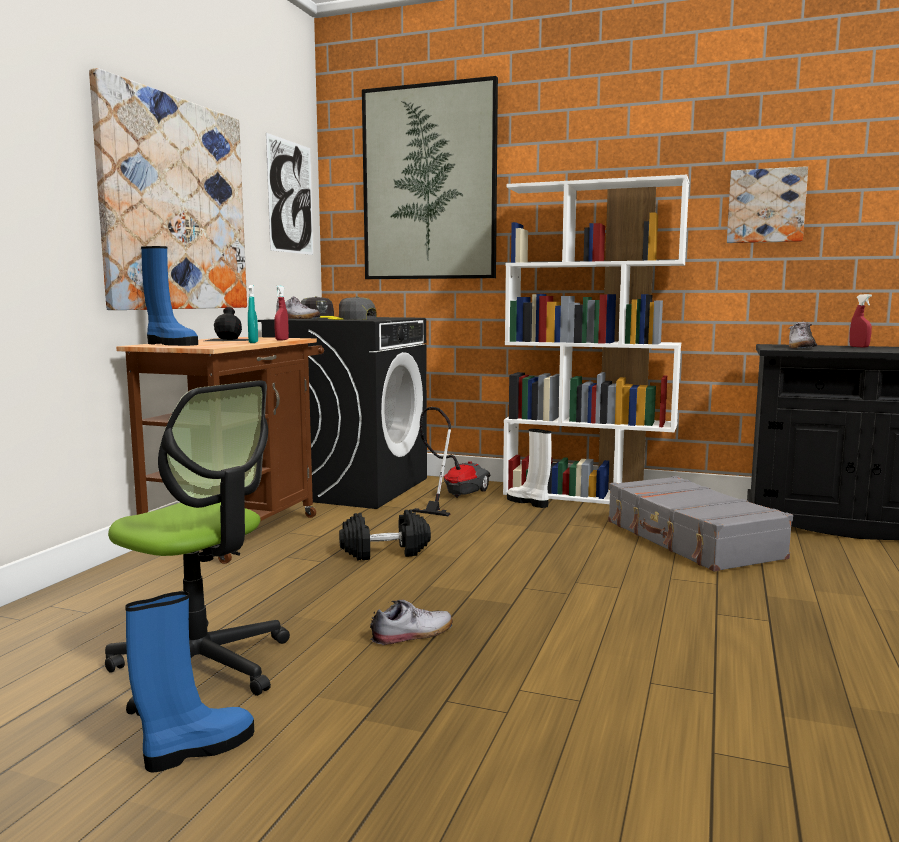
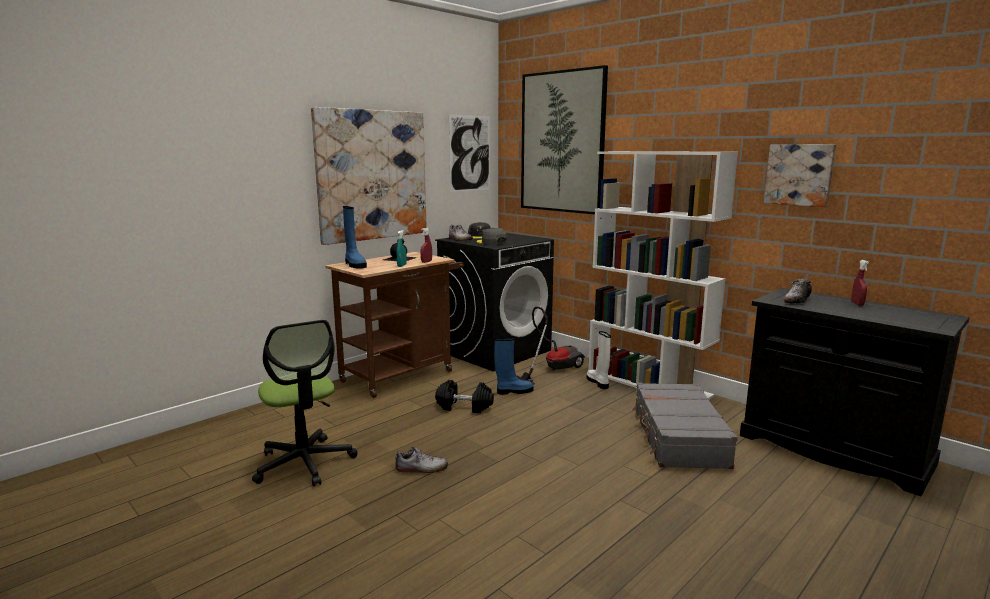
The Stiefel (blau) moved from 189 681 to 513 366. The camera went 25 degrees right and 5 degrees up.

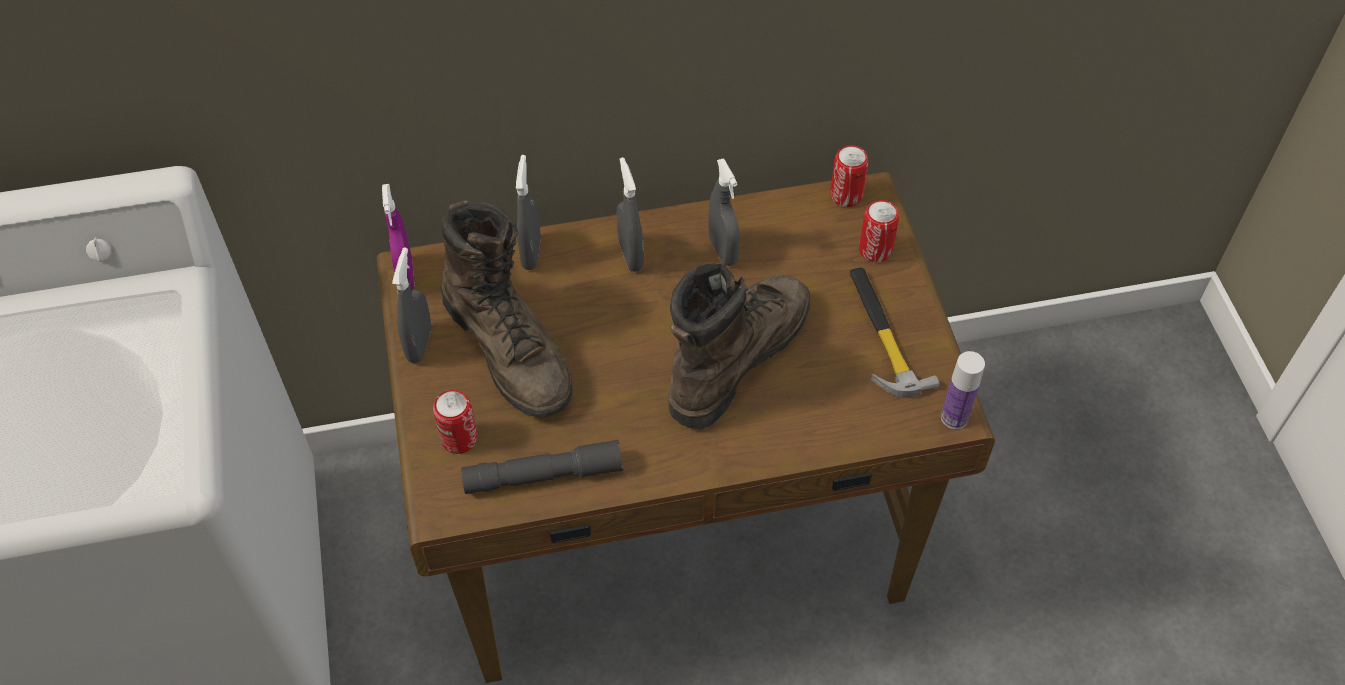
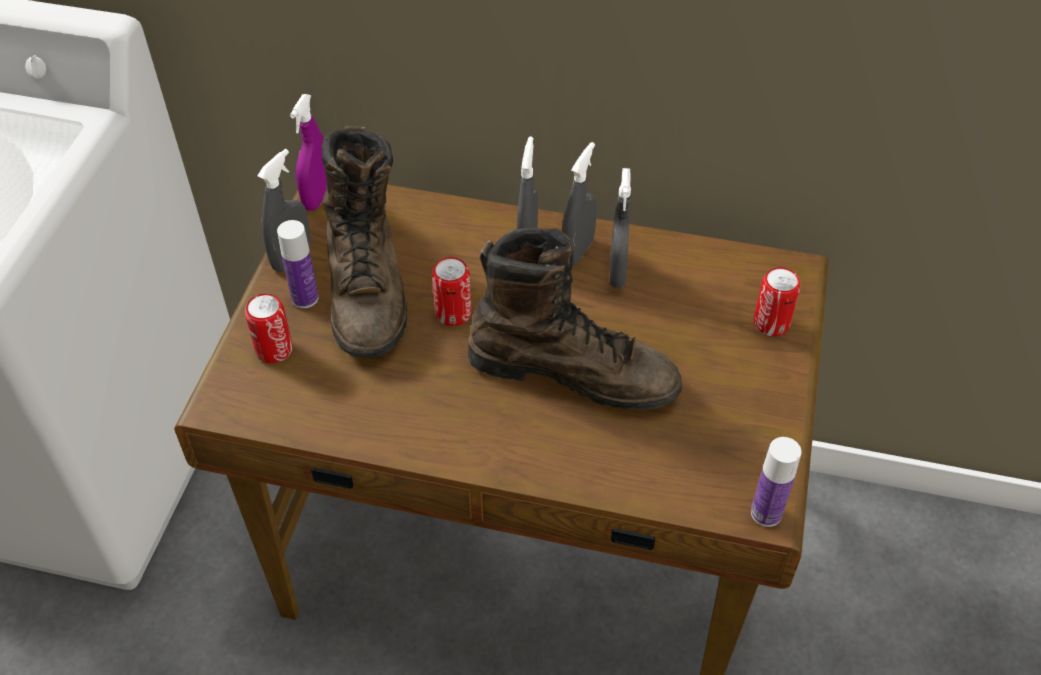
The Dose moved from 849 176 to 451 291. The Sprühflasche (grau) moved from 528 212 to 579 204. The Stiefel (braun) at 739 346 turned 45 degrees clockwise. The Hammer at 894 332 disappeared. The Taschenlampe (grau) at 542 466 disappeared. The Flasche at 298 264 appeared. The camera went 25 degrees right and 5 degrees down.

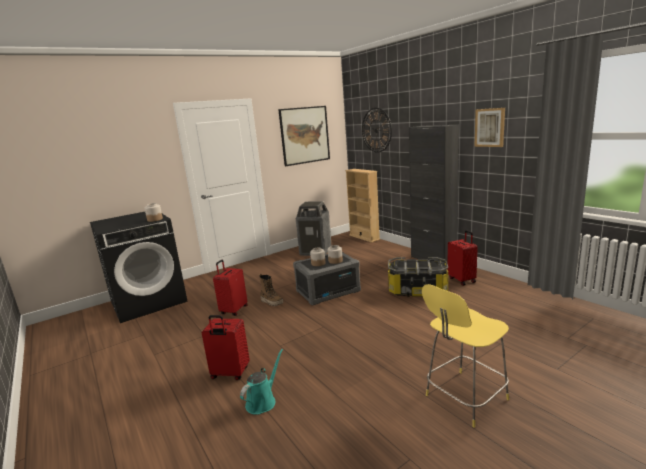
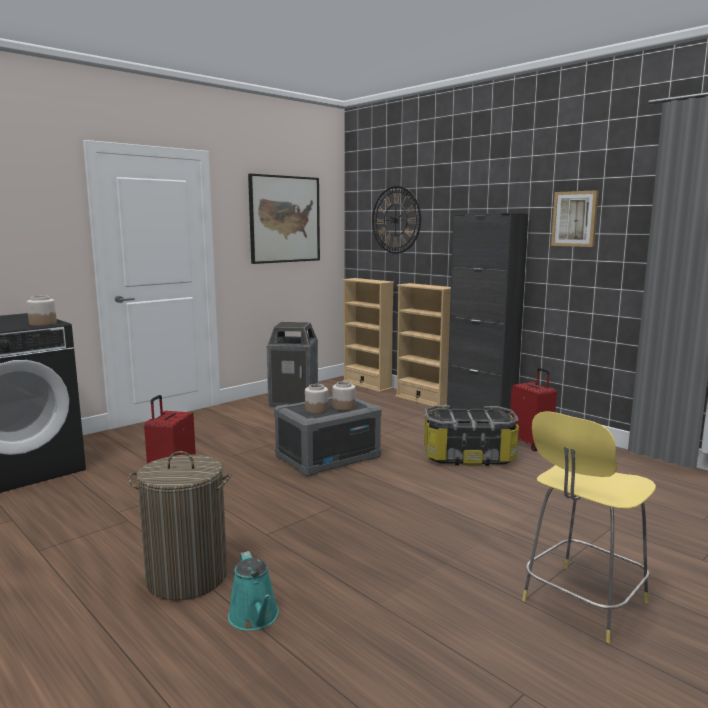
The Stiefel at 271 290 disappeared. The Koffer (rot) at 226 347 was replaced by the Wäschekorb at 180 525. The Gießkanne (türkis) at 261 382 turned 135 degrees clockwise. The Bücherregal (beige) at 423 346 appeared. The camera went 10 degrees left and 5 degrees down.

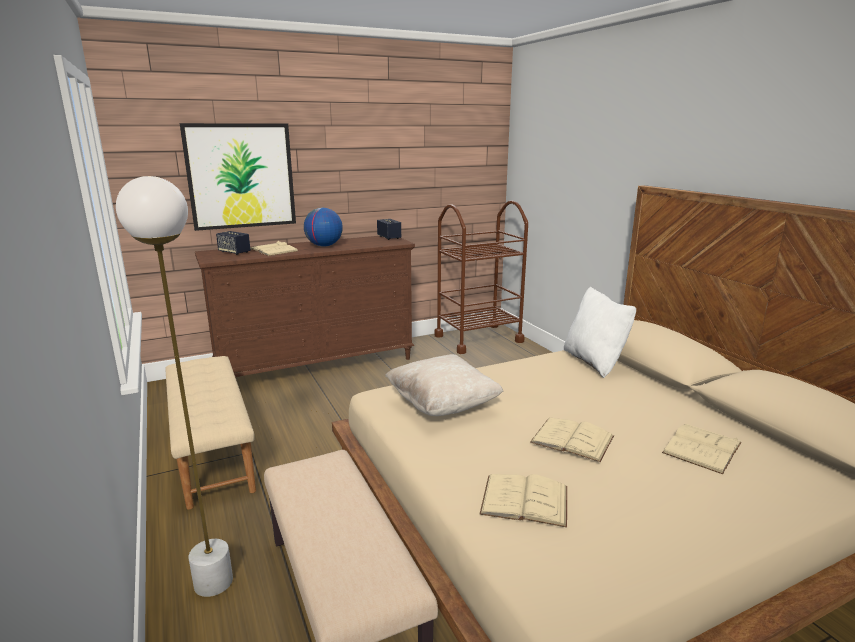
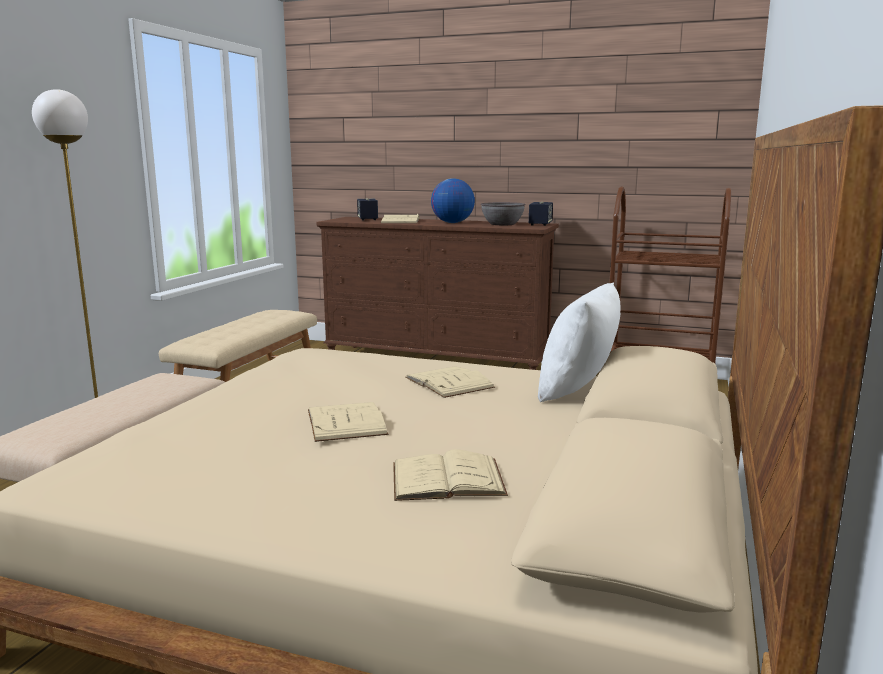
The Bild at 238 177 disappeared. The Kissen (beige) at 444 385 disappeared. The Buch (beige) moved from 523 501 to 450 382. The Schüssel (grau) at 503 213 appeared. The camera went 45 degrees right and 5 degrees down.

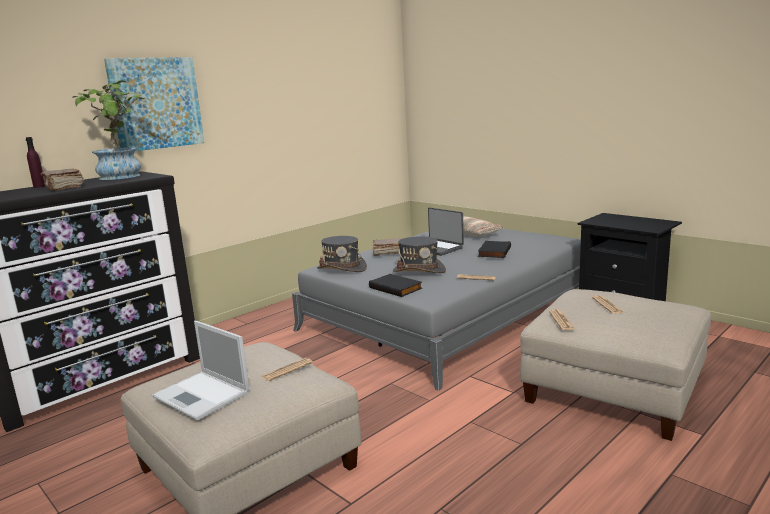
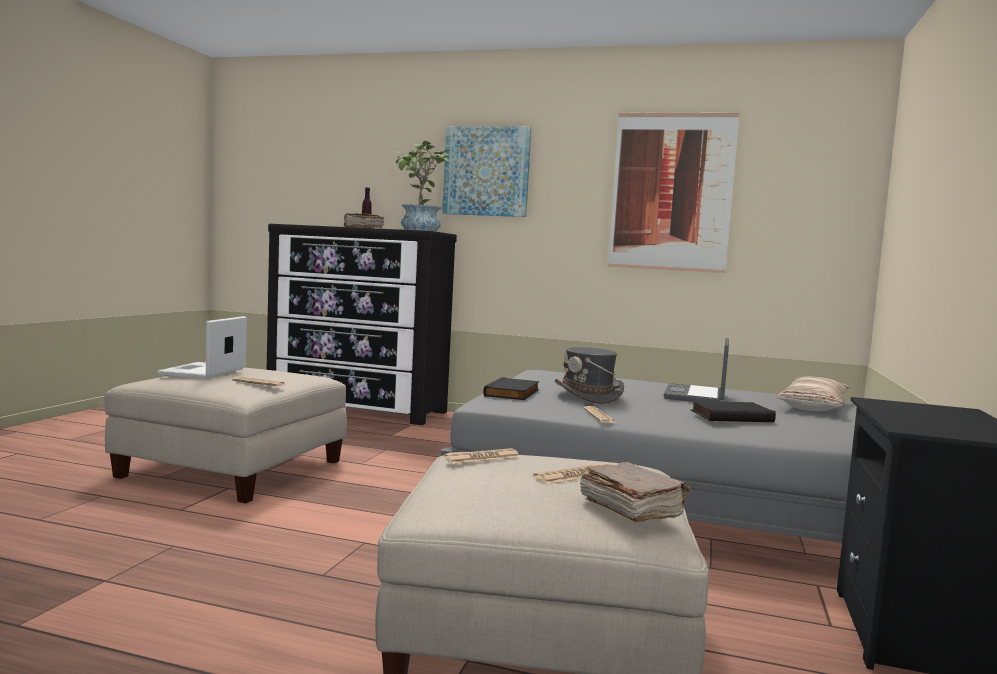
The Hut (grau) at 342 254 disappeared. The Buch (braun) moved from 386 247 to 635 492. The Bild at 673 192 appeared. The camera went 60 degrees right and 10 degrees down.

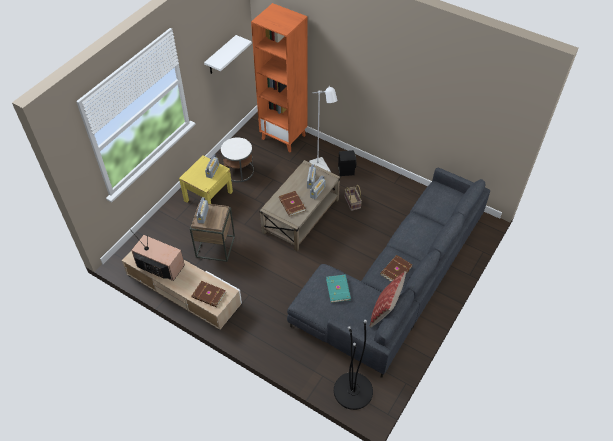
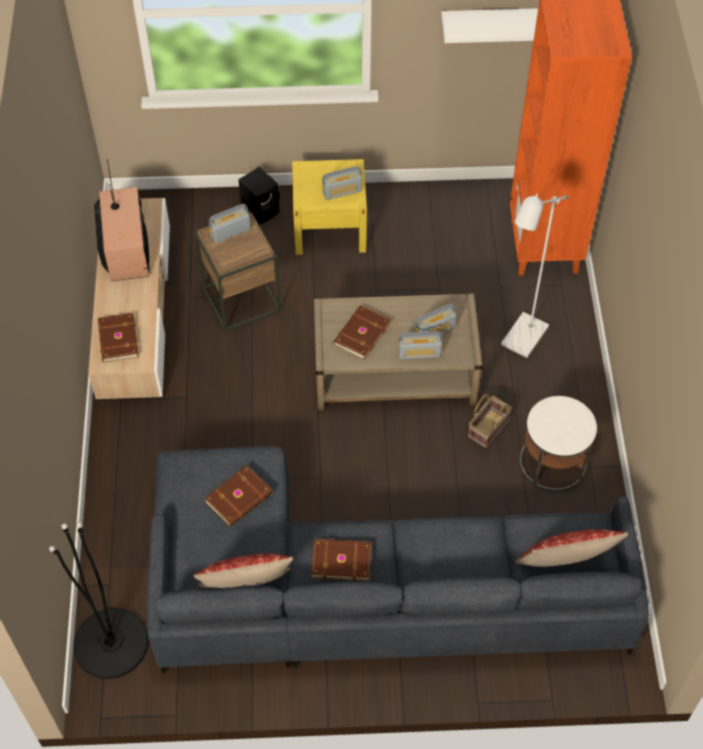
The Beistelltisch (weiß) moved from 237 159 to 558 444. The Lautsprecher (schwarz) moved from 347 163 to 259 196. The Buch (türkis) at 338 289 became the Buch (braun) at 238 496. The Kissen at 571 548 appeared. The camera went 55 degrees right and 5 degrees up.

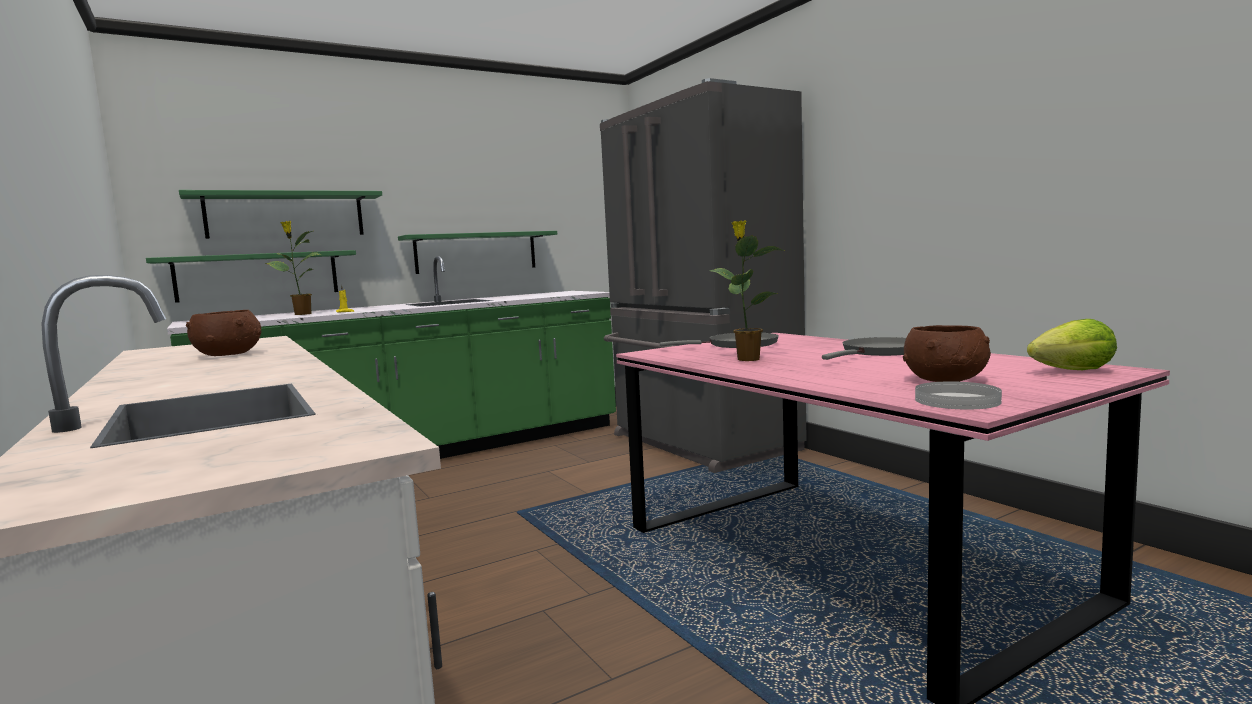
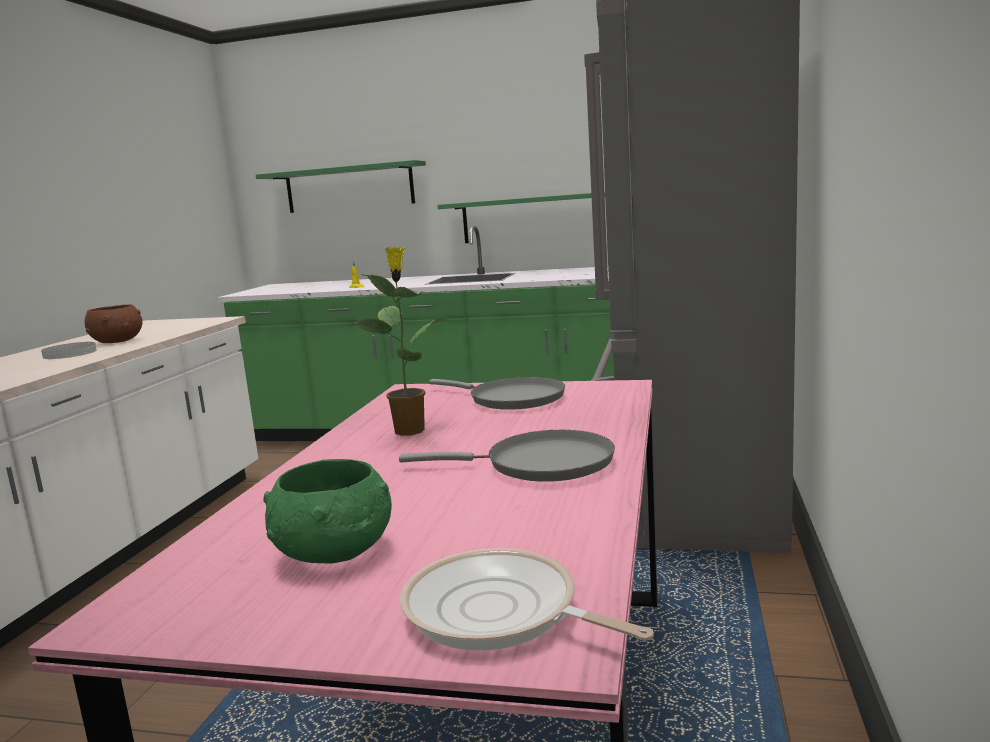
The Topfpflanze at 293 268 disappeared. The Wandregal (grün) at 251 276 disappeared. The Salatkopf at 1072 344 was replaced by the Pfanne at 527 599. The Schüssel (braun) at 947 353 became the Schüssel (grün) at 327 511. The Teller (weiß) moved from 958 395 to 69 350. The camera went 45 degrees right and 5 degrees up.

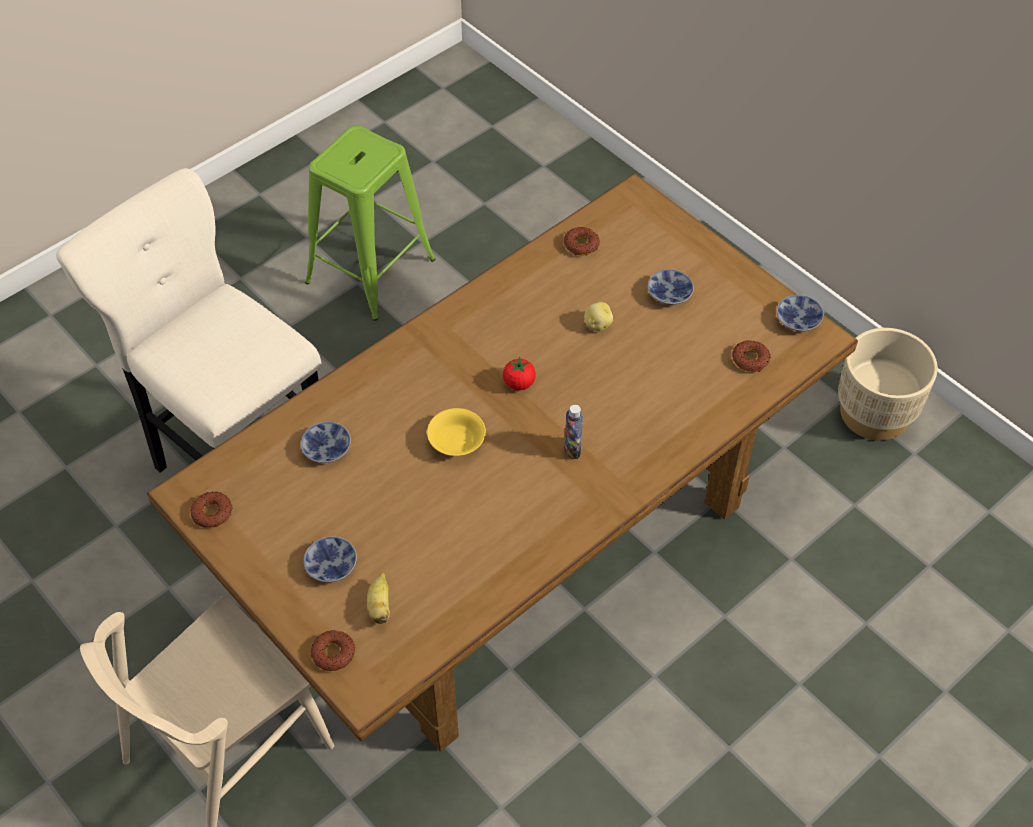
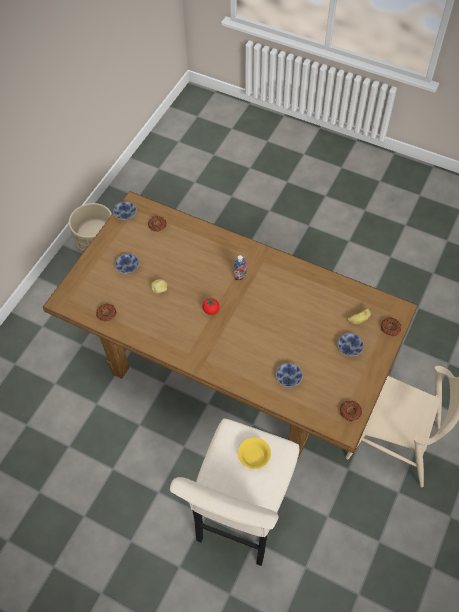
The Hocker (grün) at 370 223 disappeared. The Schüssel (gelb) moved from 456 432 to 254 453. The camera went 110 degrees left and 5 degrees up.

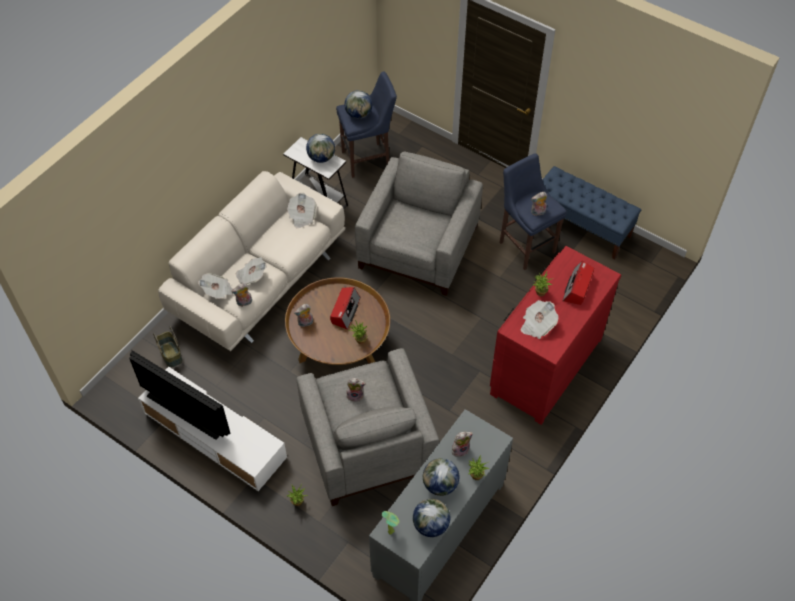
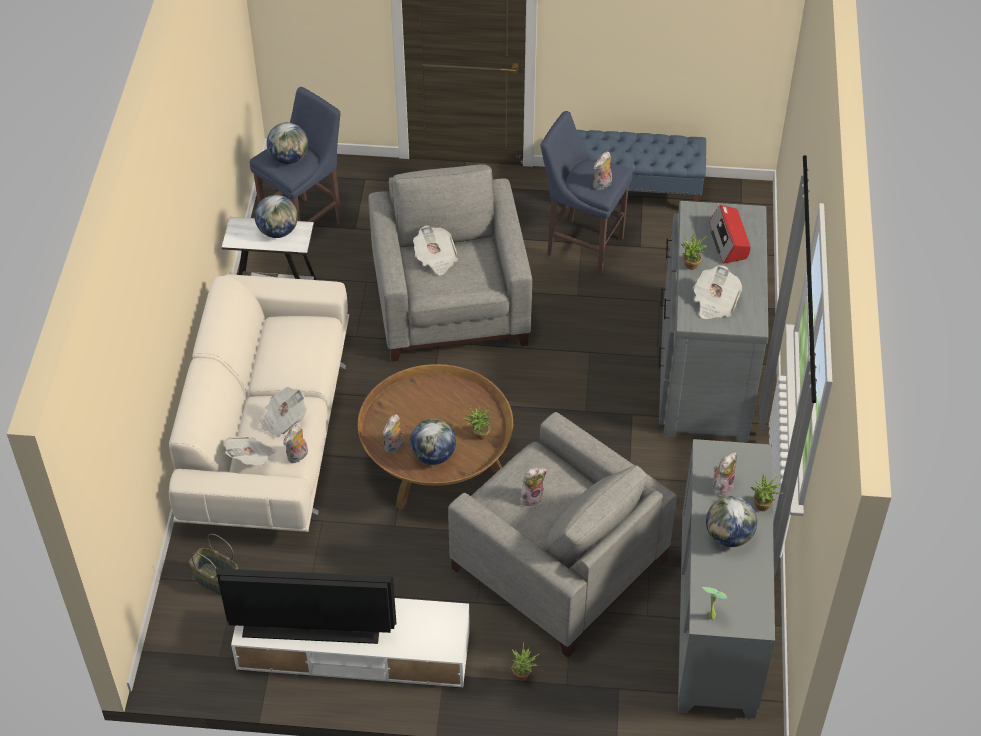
The Zeitung moved from 302 210 to 435 250. The Kommode (rot) at 555 335 became the Kommode (grau) at 713 321. The Radio at 345 308 disappeared. The Globus moved from 431 518 to 433 442. The camera went 30 degrees left and 5 degrees down.

